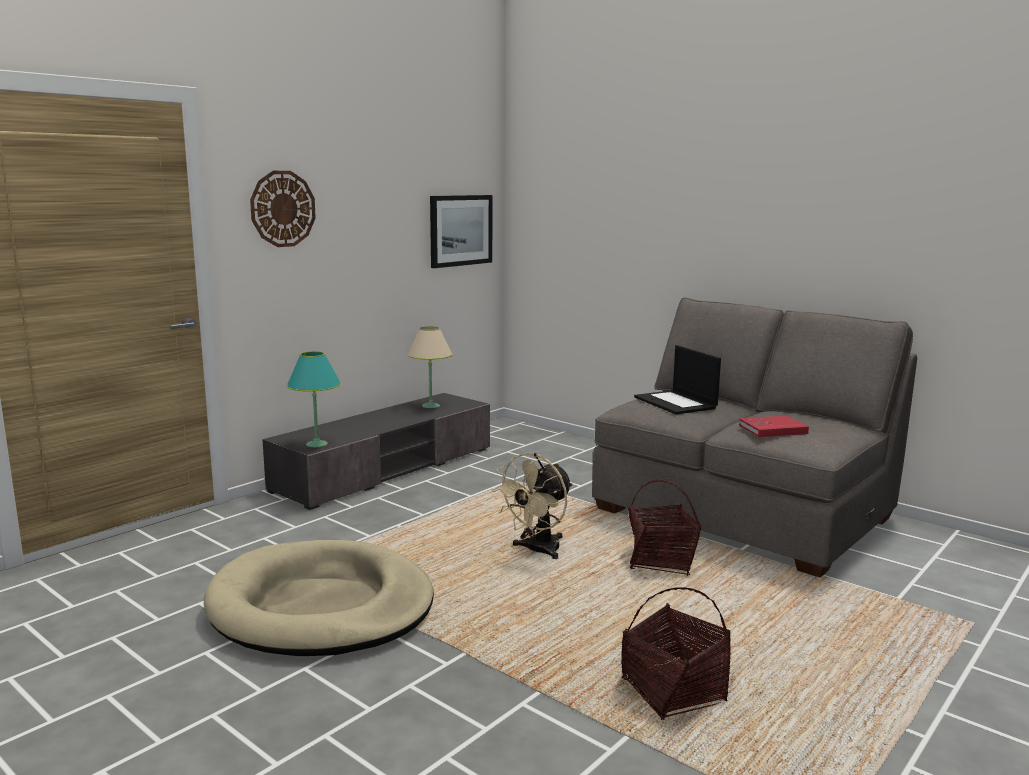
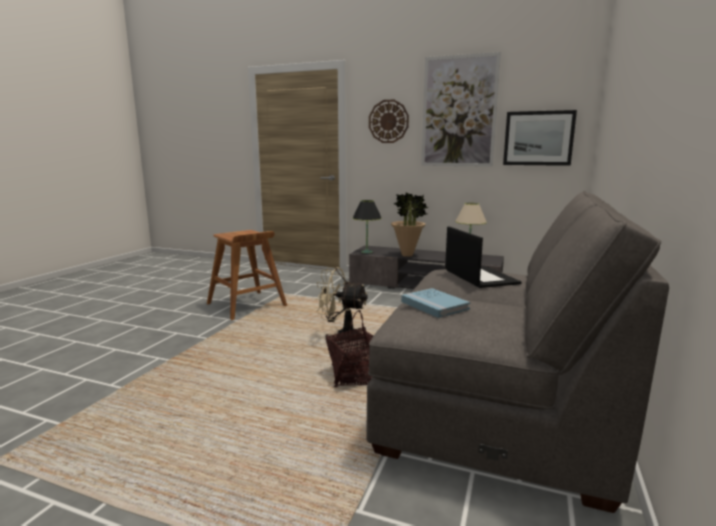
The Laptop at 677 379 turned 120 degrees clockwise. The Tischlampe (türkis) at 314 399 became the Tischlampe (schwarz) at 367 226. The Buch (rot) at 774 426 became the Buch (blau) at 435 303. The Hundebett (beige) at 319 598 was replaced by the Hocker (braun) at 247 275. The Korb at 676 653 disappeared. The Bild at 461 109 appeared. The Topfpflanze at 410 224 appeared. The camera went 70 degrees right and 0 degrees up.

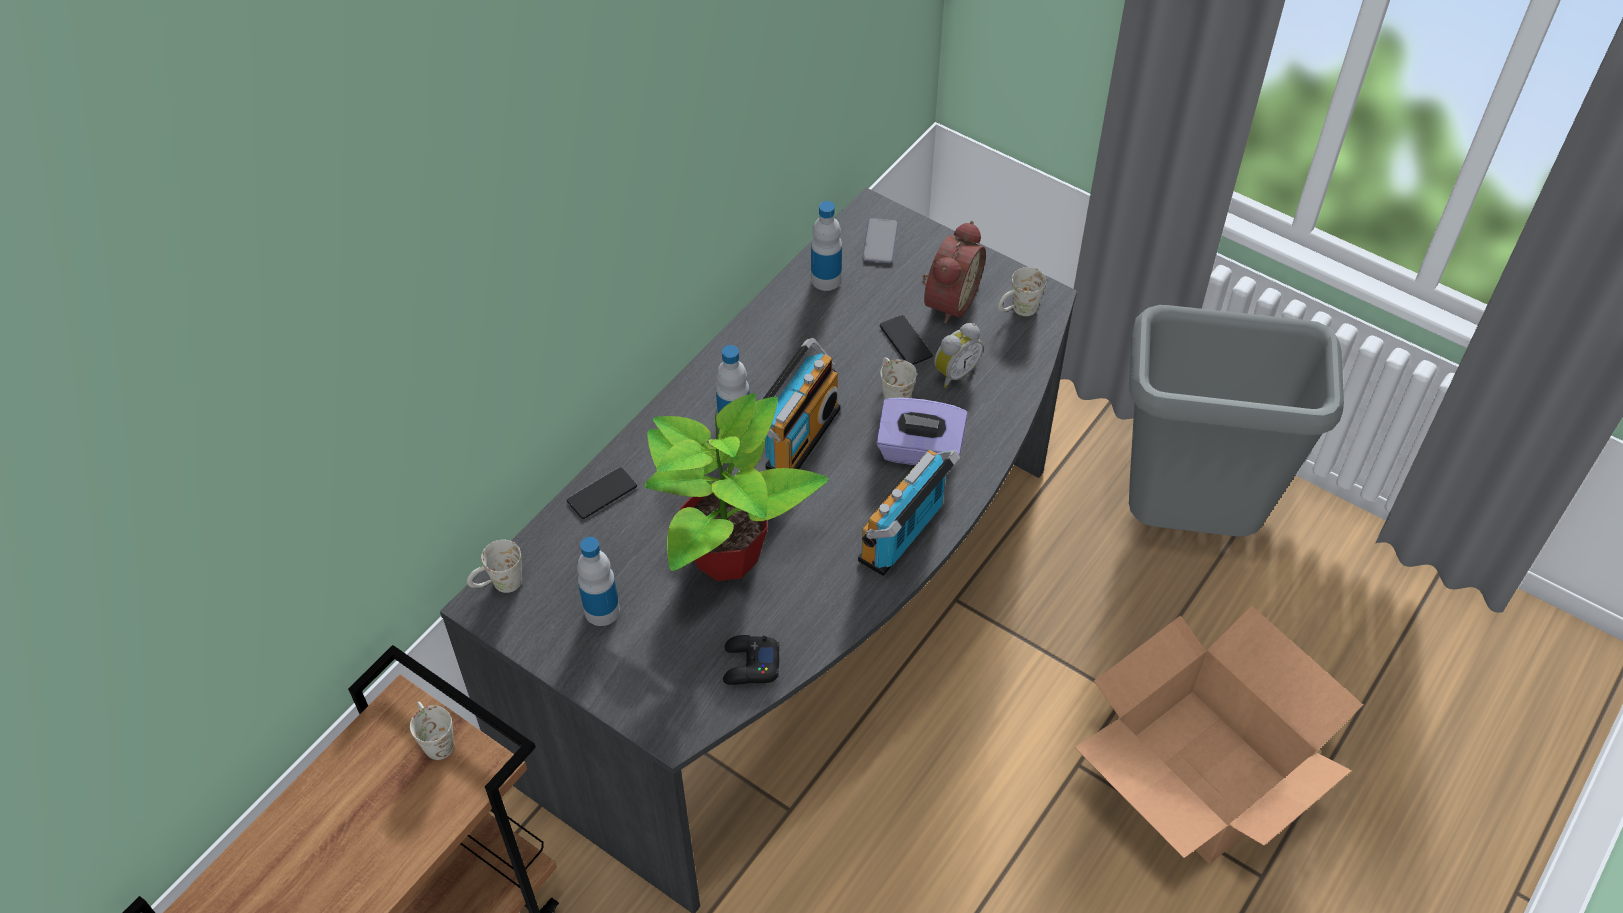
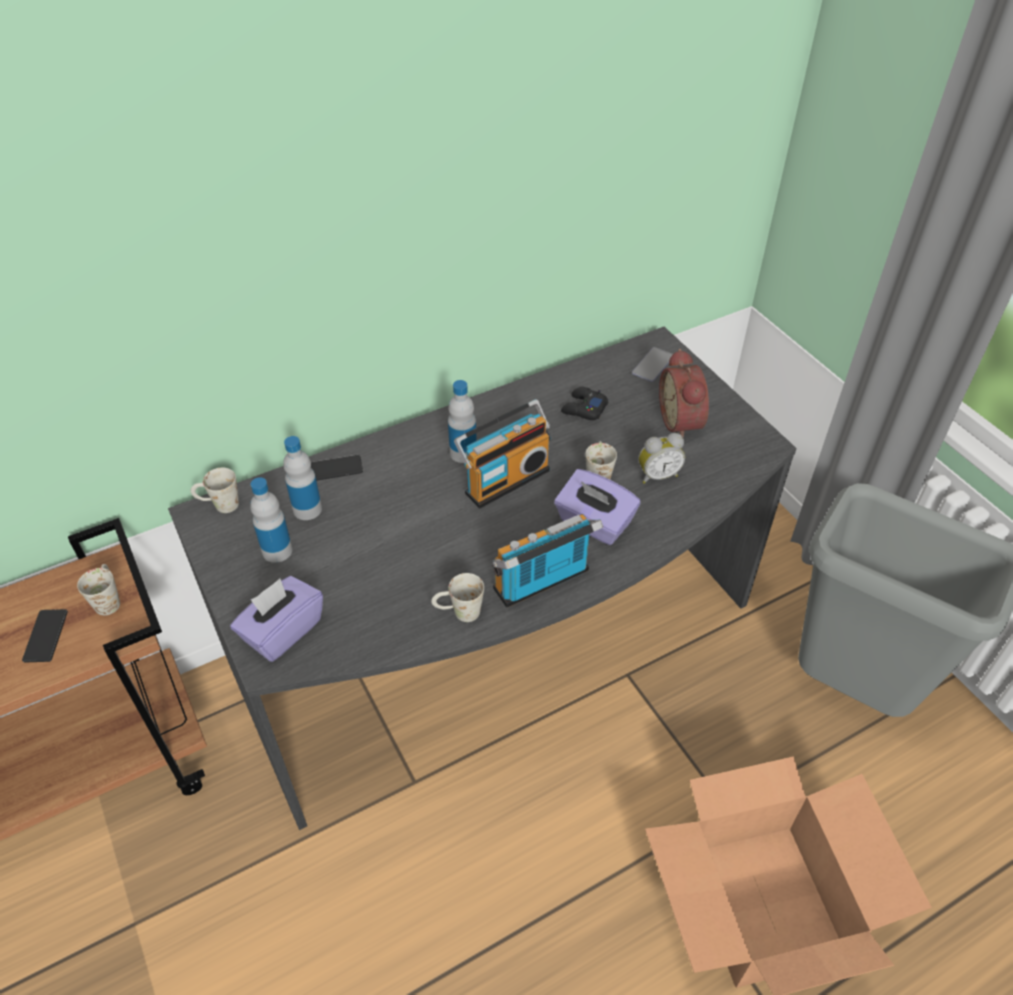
The Flasche moved from 826 246 to 302 478. The Wecker at 954 272 turned 120 degrees clockwise. The Henkelbecher (weiß) moved from 1022 291 to 457 597. The Handy moved from 906 340 to 45 635. The Topfpflanze at 736 487 disappeared. The Gamepad (schwarz) moved from 751 660 to 585 403. The Taschentuchbox (lila) at 276 619 appeared. The camera went 25 degrees right and 5 degrees down.

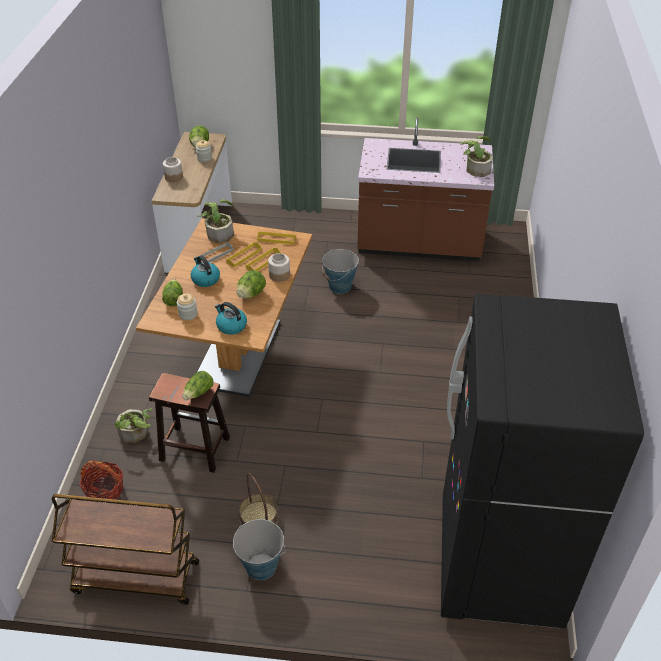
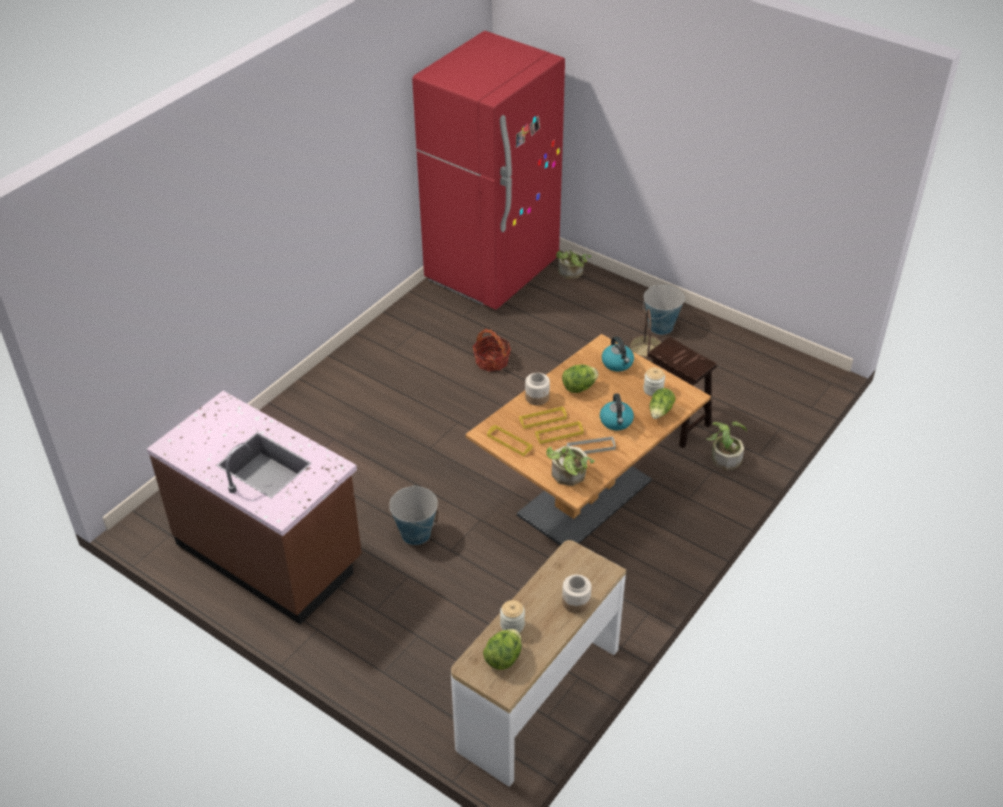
The Topfpflanze moved from 476 156 to 573 264. The Kühlschrank (schwarz) at 542 461 became the Kühlschrank (rot) at 488 170. The Salatkopf at 198 385 disappeared. The Korb moved from 101 480 to 492 350. The Rollwagen (braun) at 125 549 disappeared. The camera went 150 degrees left and 0 degrees up.

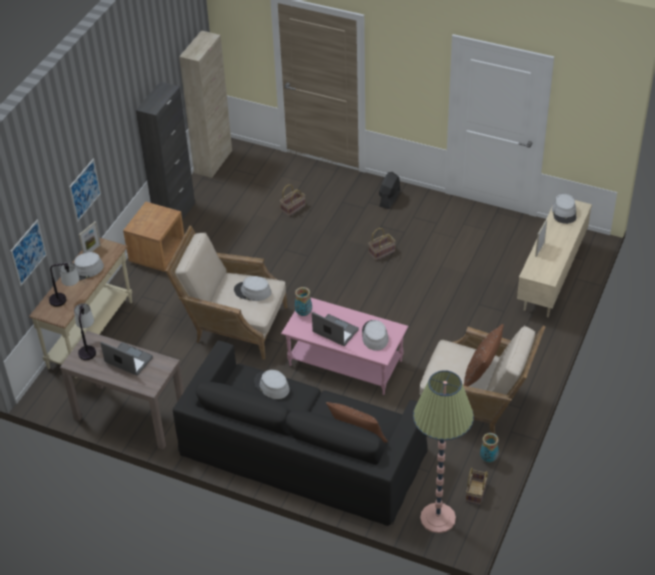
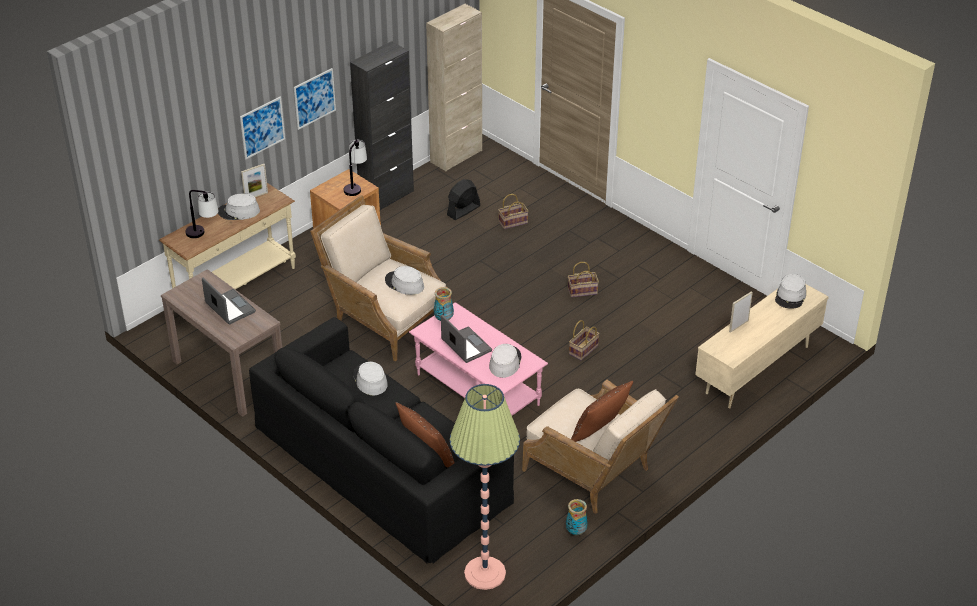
The Ventilator (schwarz) moved from 389 190 to 463 199. The Bild moved from 28 252 to 315 99. The Tischlampe moved from 85 331 to 355 168. The Korb moved from 477 486 to 584 340. The camera went 20 degrees right and 5 degrees down.

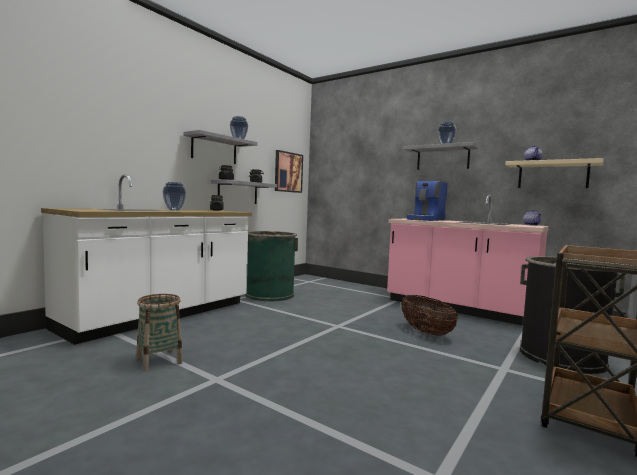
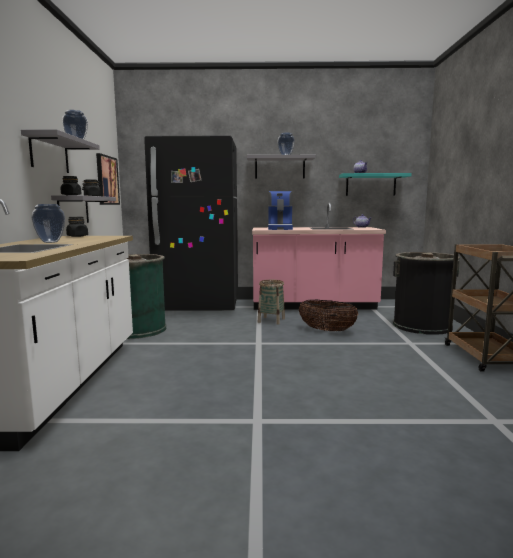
The Wandregal (beige) at 554 173 became the Wandregal (türkis) at 375 184. The Korb moved from 159 332 to 271 302. The Kühlschrank (schwarz) at 191 223 appeared. The camera went 35 degrees left and 5 degrees up.

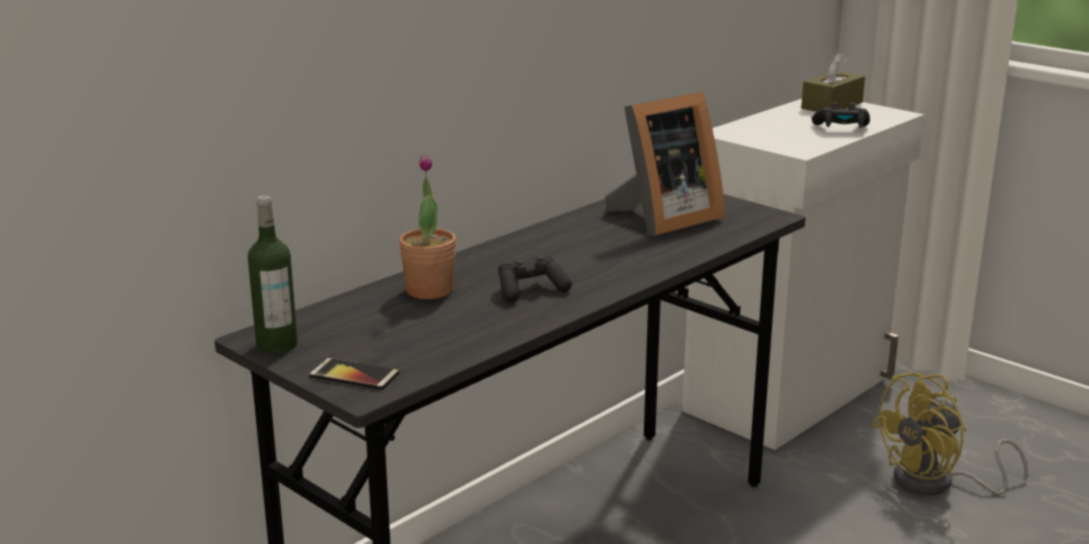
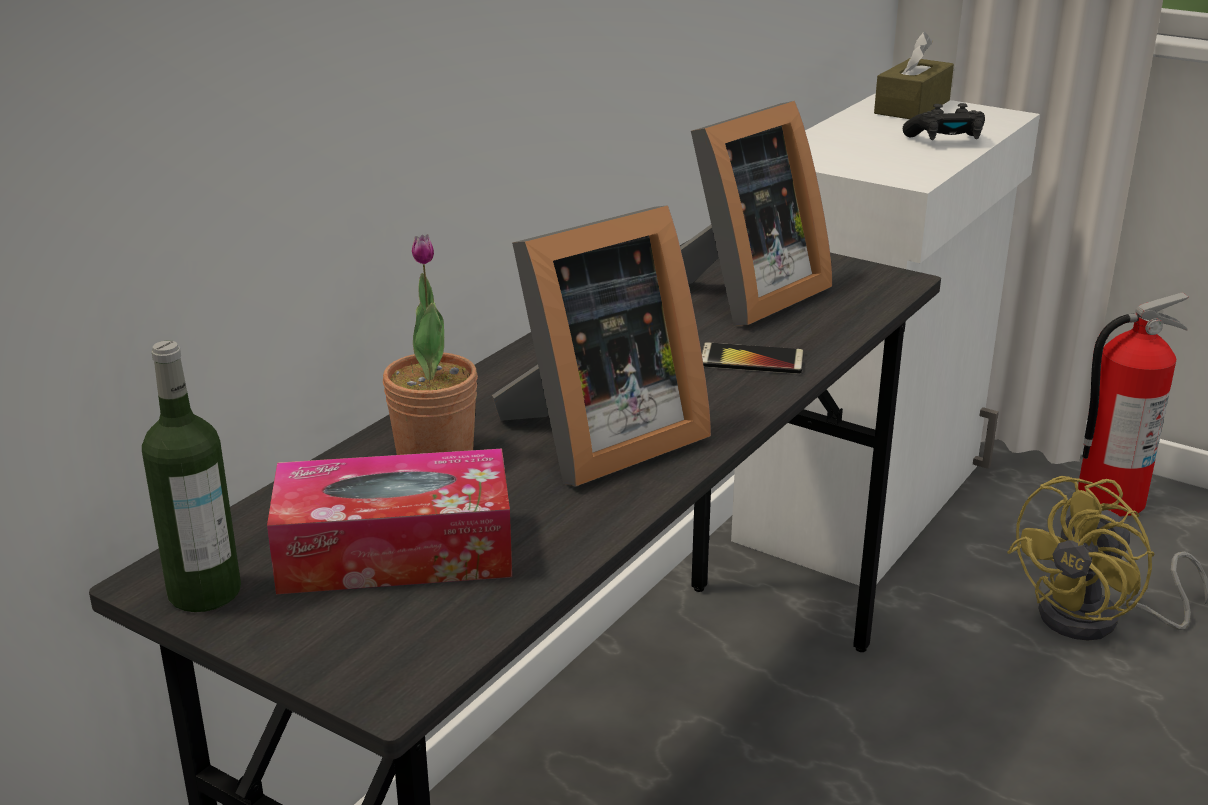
The Gamepad (schwarz) at 535 279 was replaced by the Bilderrahmen at 601 345. The Handy moved from 354 374 to 753 358. The Feuerlöscher at 1133 404 appeared. The Taschentuchbox at 389 521 appeared. The camera went 10 degrees left and 5 degrees up.

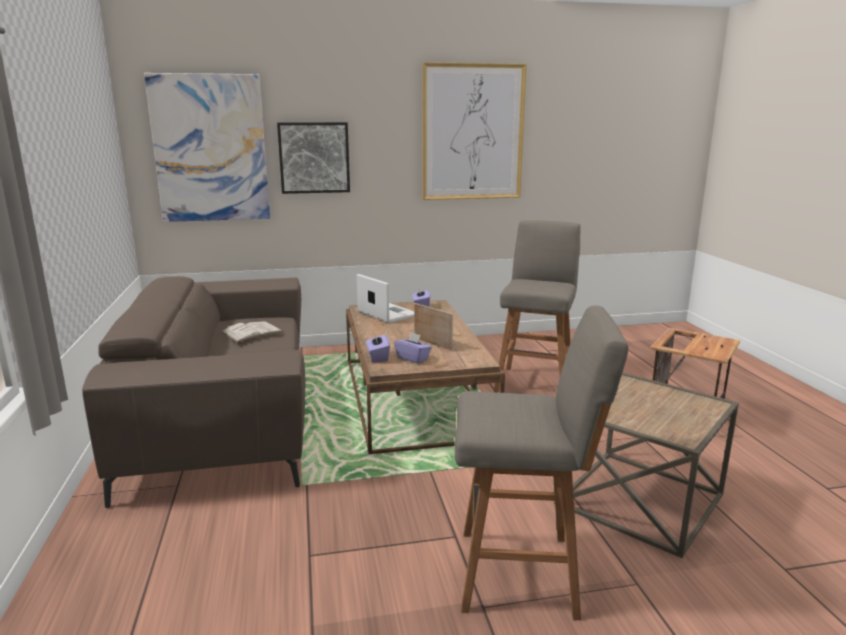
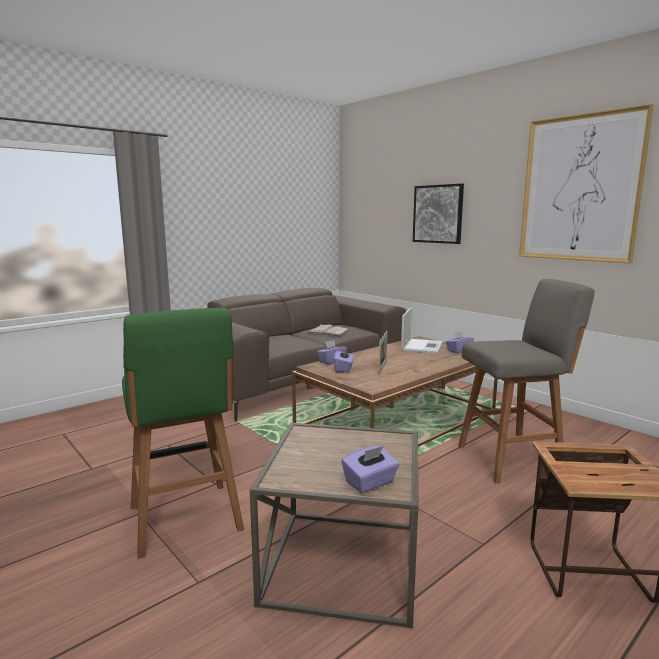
The Bild at 207 147 disappeared. The Hocker (grau) at 542 462 became the Hocker (grün) at 183 433. The Taschentuchbox (lila) at 371 469 appeared. The camera went 60 degrees right and 5 degrees down.

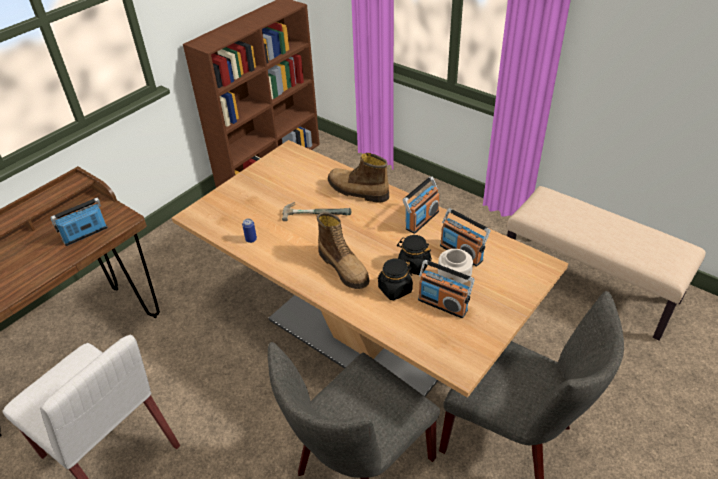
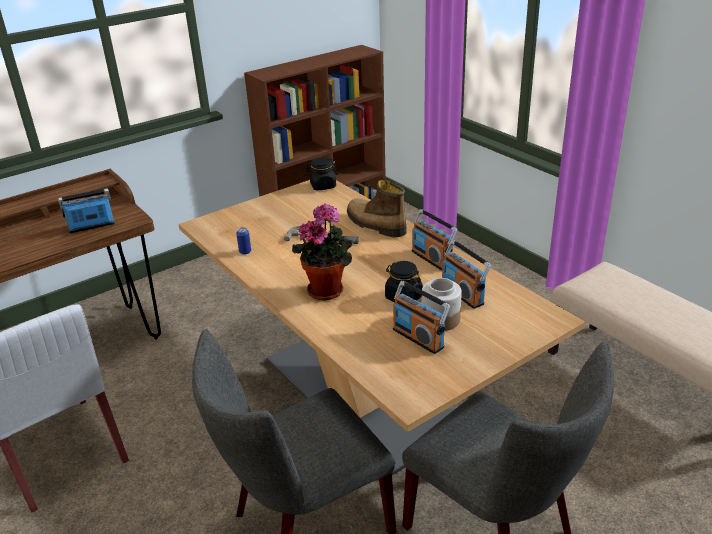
The Radio at 421 205 turned 90 degrees clockwise. The Stiefel at 343 250 was replaced by the Topfpflanze at 322 251. The Vorratsglas (schwarz) moved from 395 279 to 322 173. The camera went 15 degrees right and 10 degrees down.

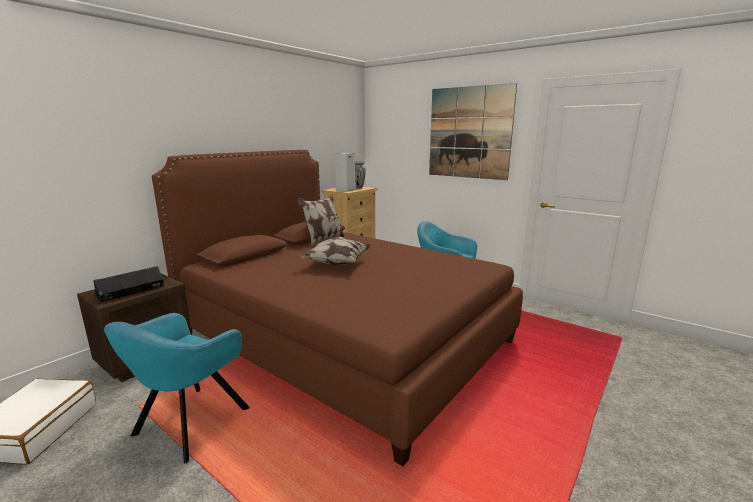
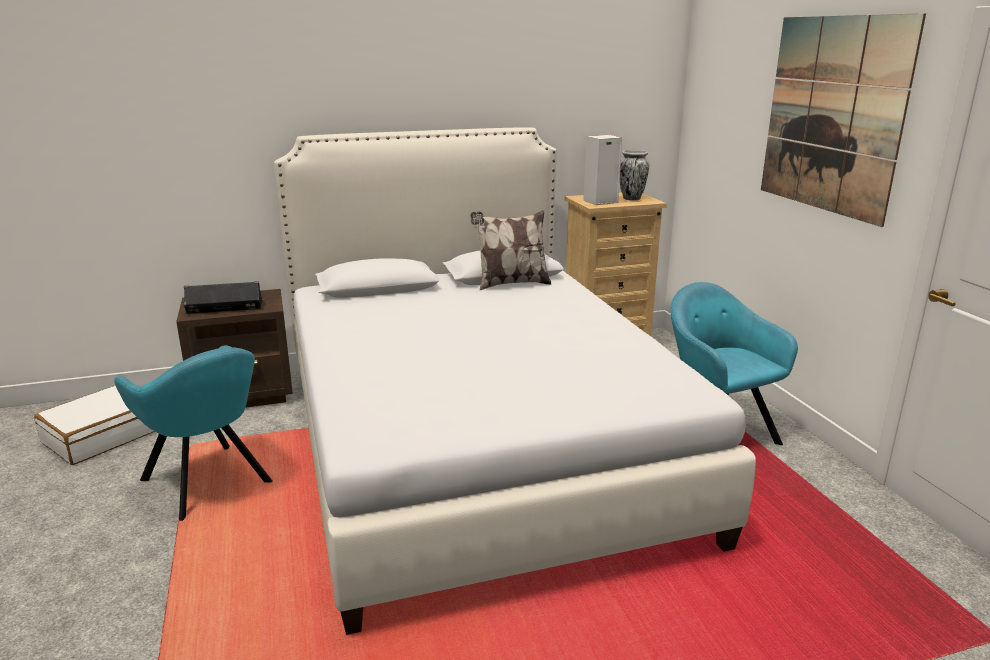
The Bett (braun) at 337 308 became the Bett (weiß) at 515 381. The Kissen at 334 251 disappeared. The Sessel (türkis) at 177 388 turned 105 degrees counterclockwise. The camera went 35 degrees right and 5 degrees up.

